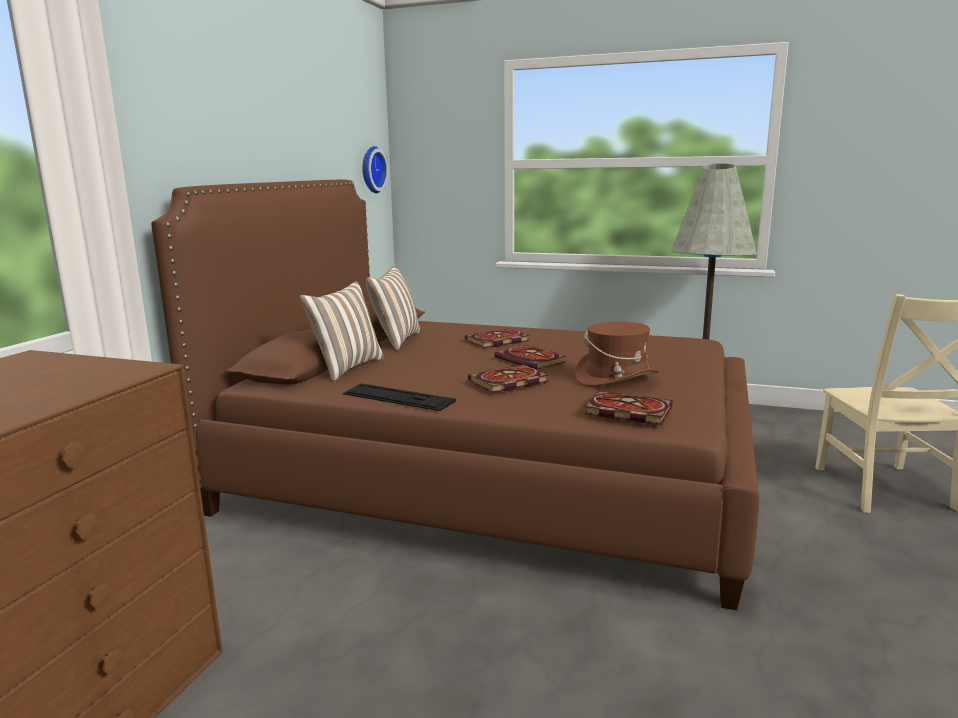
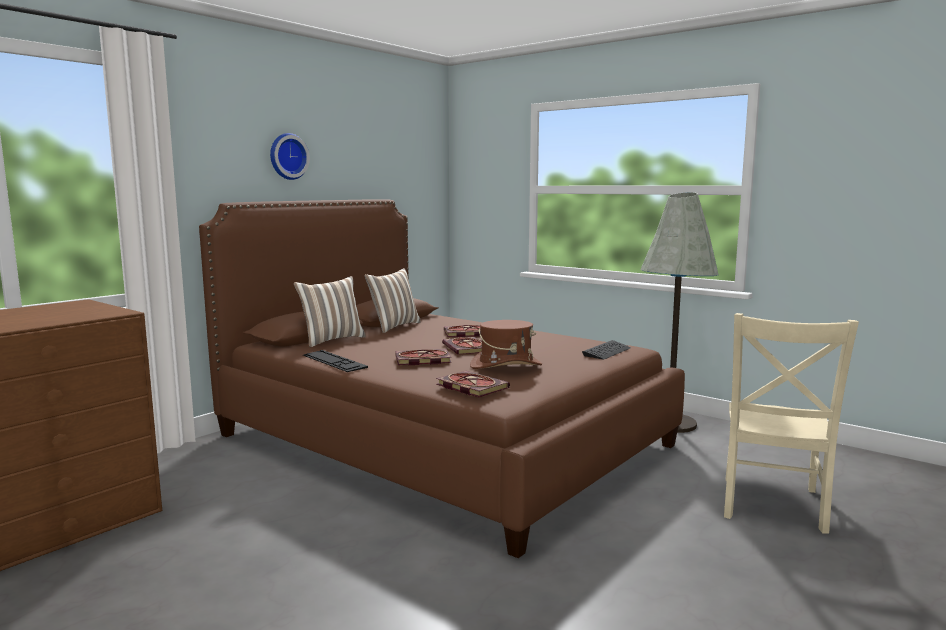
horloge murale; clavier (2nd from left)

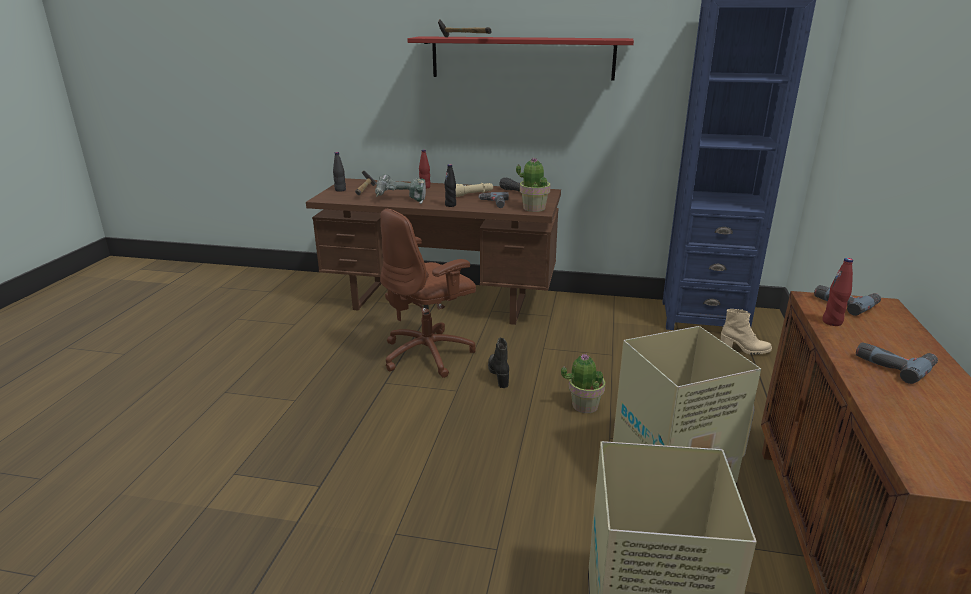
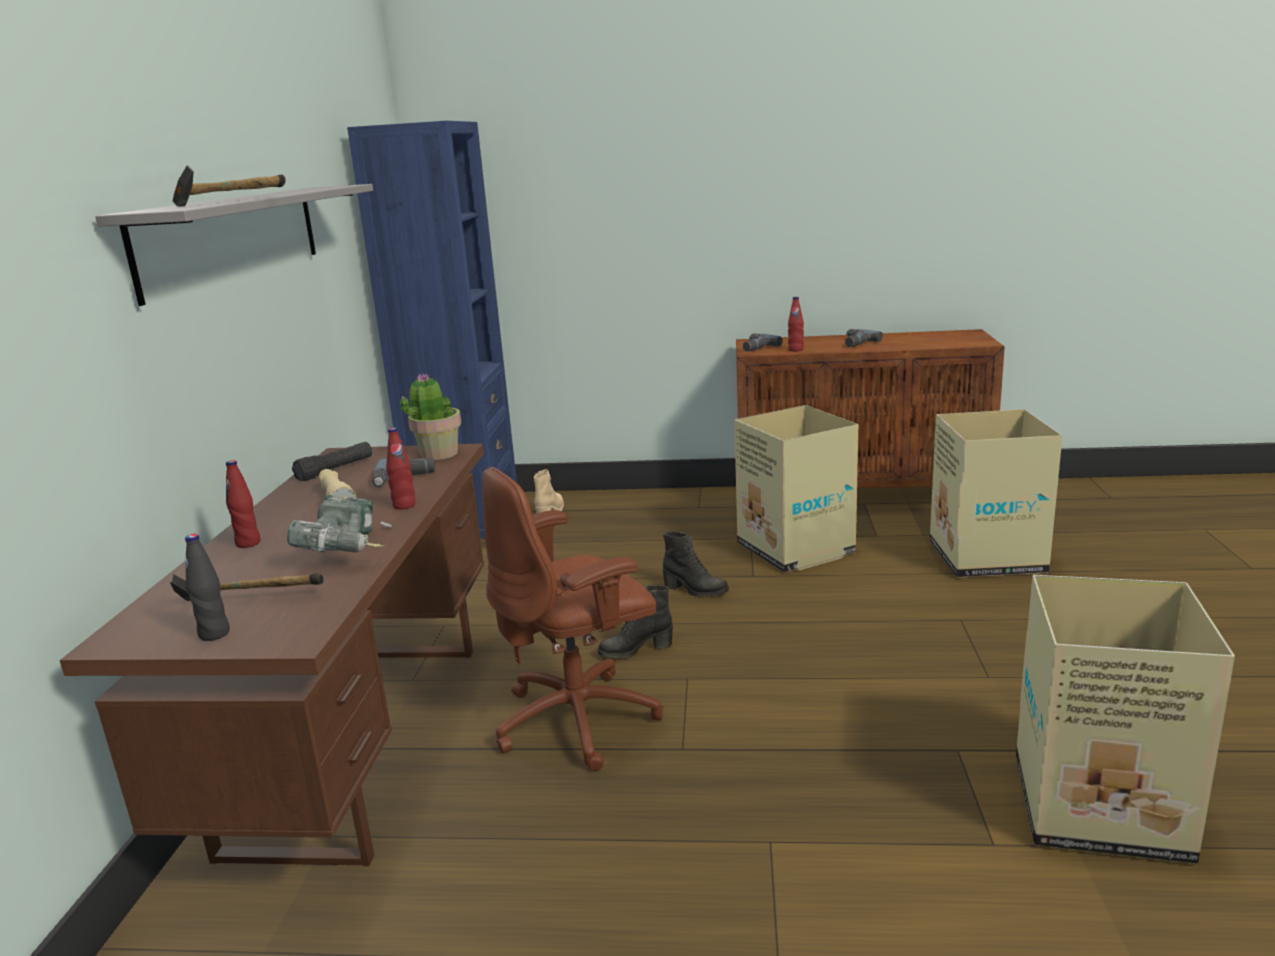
étagère [gris]; bouteille [rouge] (2nd from left); chaise de bureau [marron]; botte [noir] (2nd from left); carton (3rd from left)

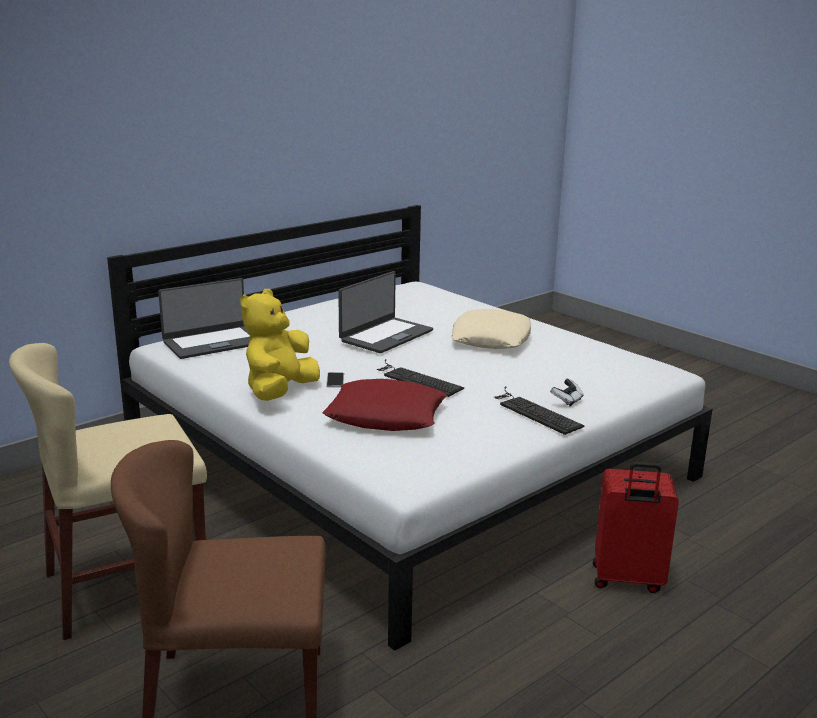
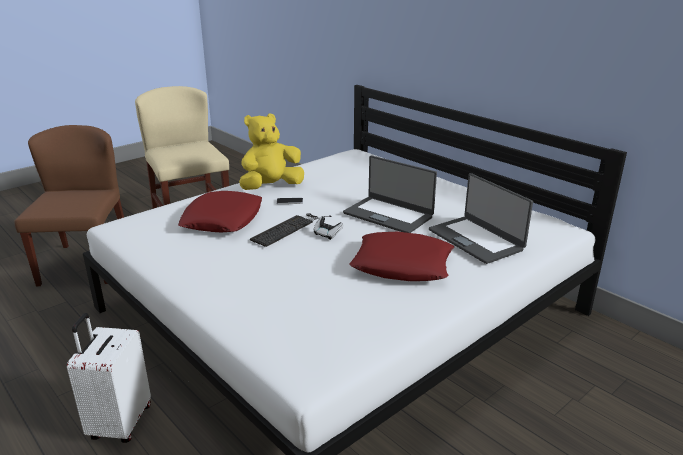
ordinateur portable (2nd from left); peluche [jaune]; coussin [rouge] (2nd from left); manette; clavier (2nd from left in the first image); valise [blanc]

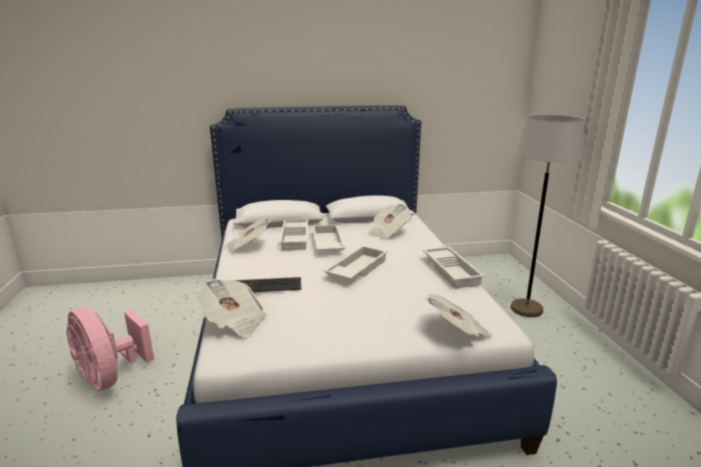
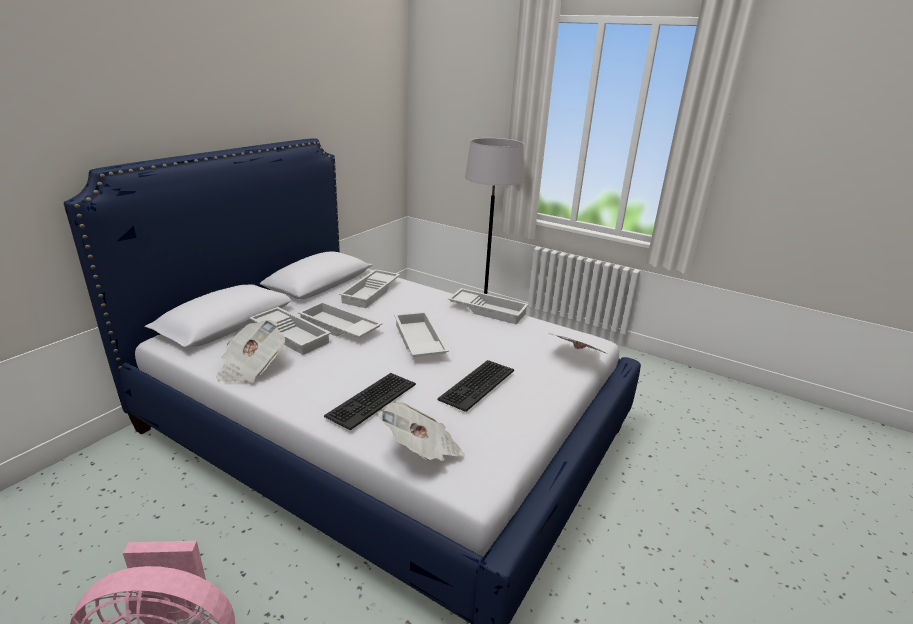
plateau [blanc] (3rd from left); clavier (2nd from left)

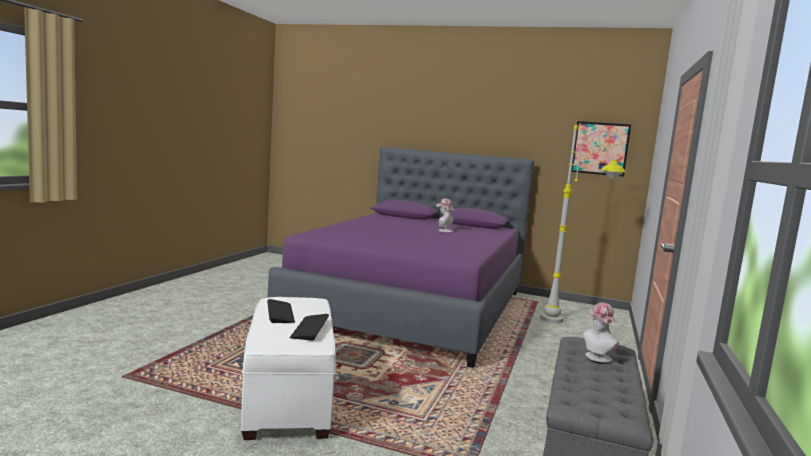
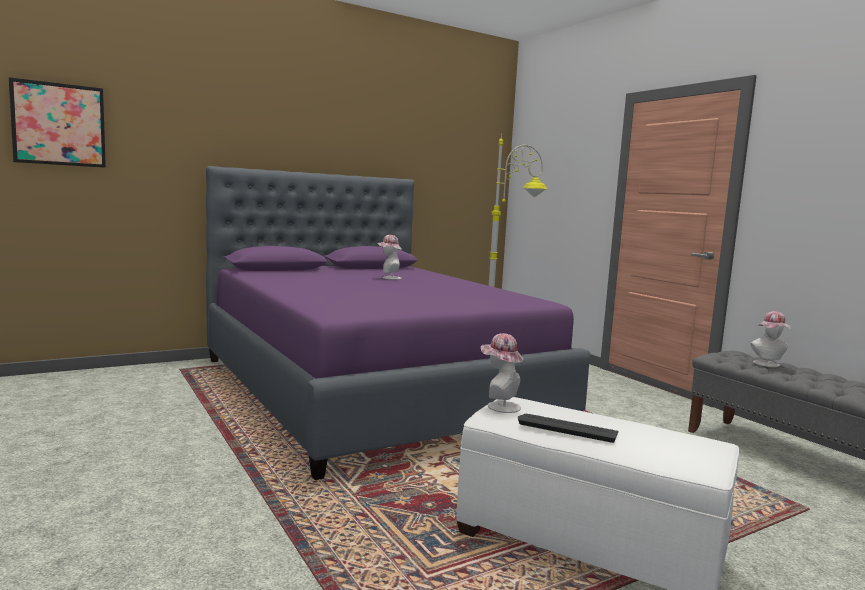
tableau; clavier (2nd from left in the first image); chapeau (2nd from left)

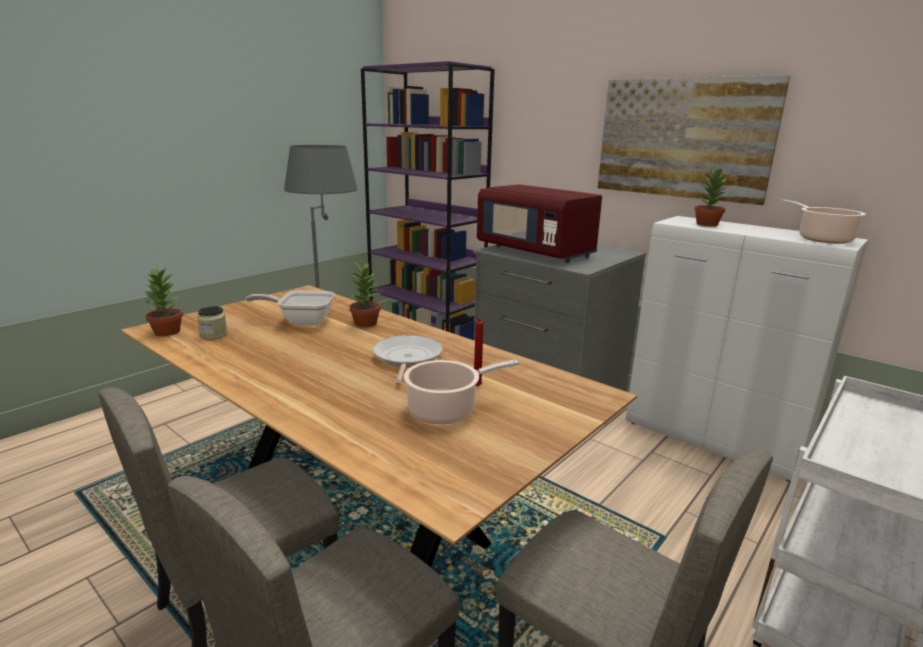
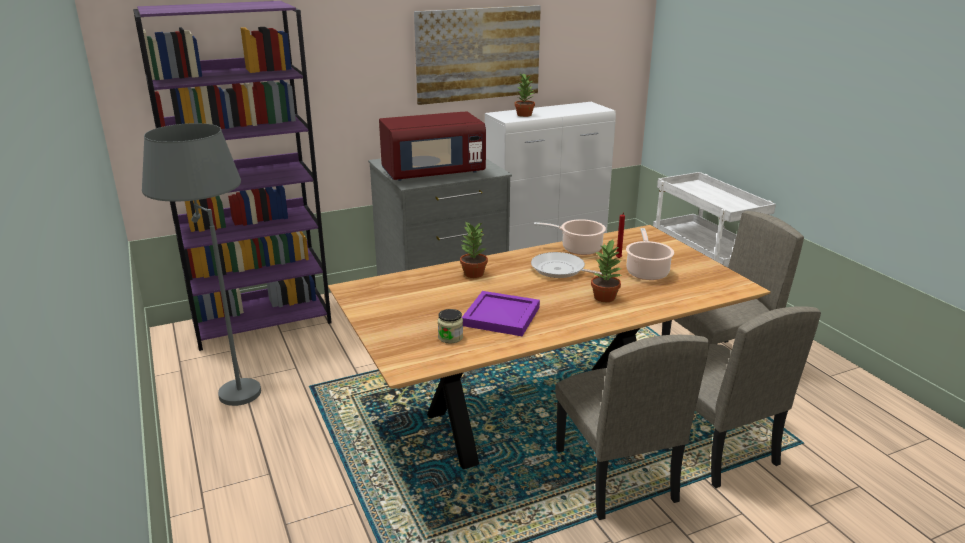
marmite (1st from left); plante en pot (3rd from left); poêle (1st from left in the first image); plateau [violet]

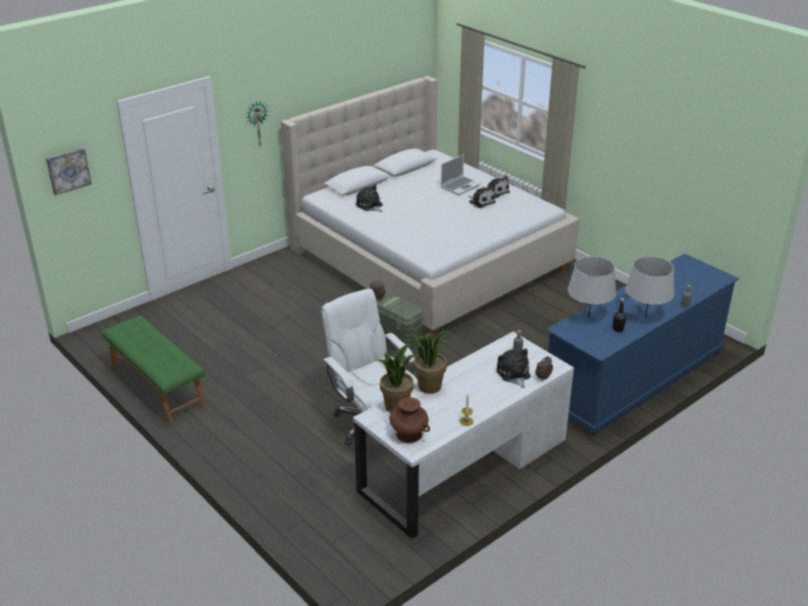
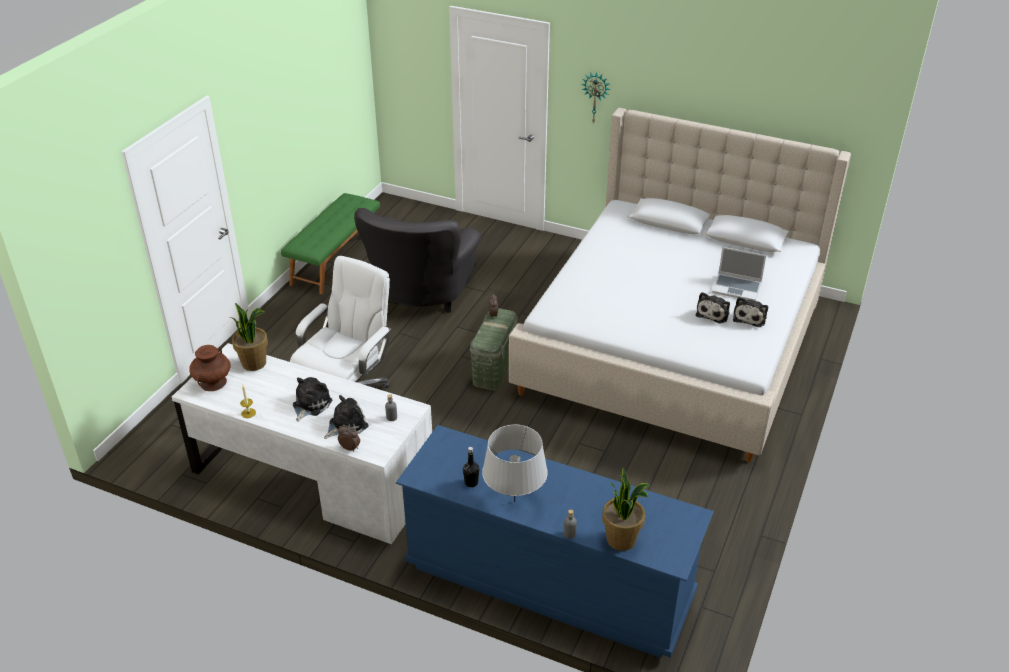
tableau; peluche (1st from left); lampe de table [gris] (1st from left in the first image); plante en pot (2nd from left); fauteuil [gris]

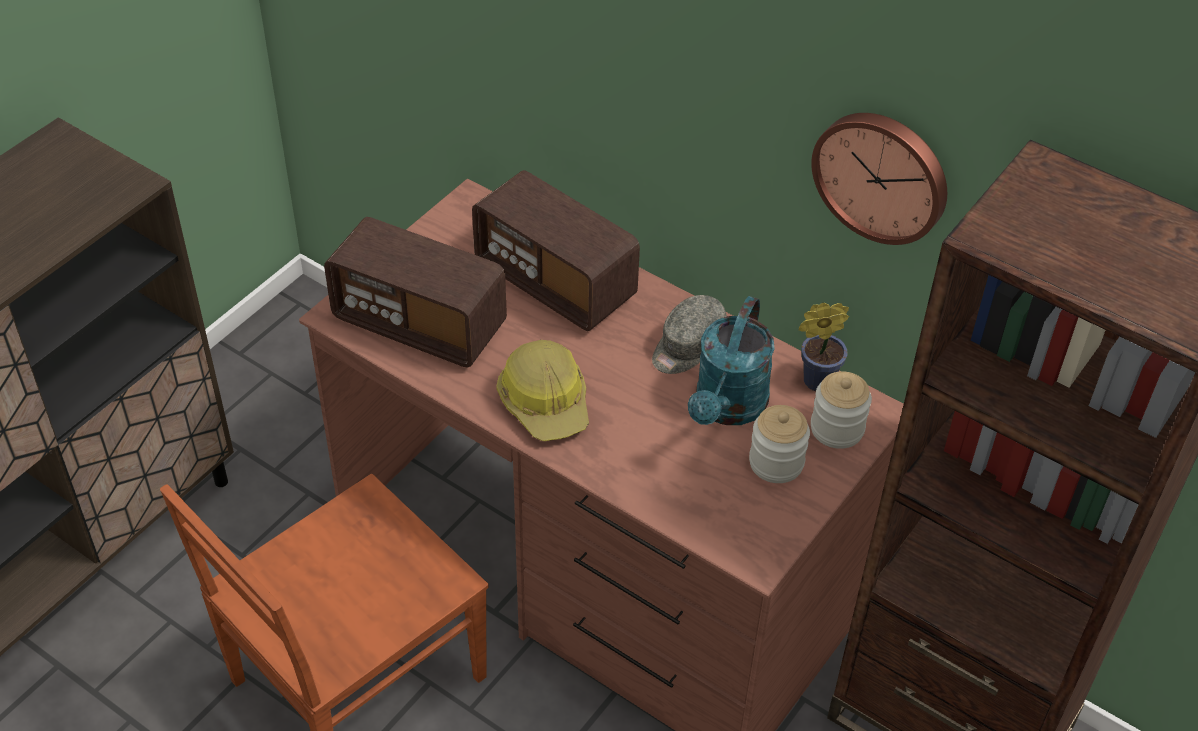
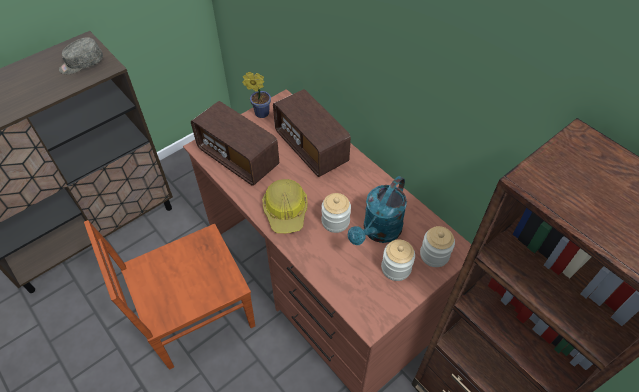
horloge murale; casquette [gris]; plante en pot; bocal (1st from left)

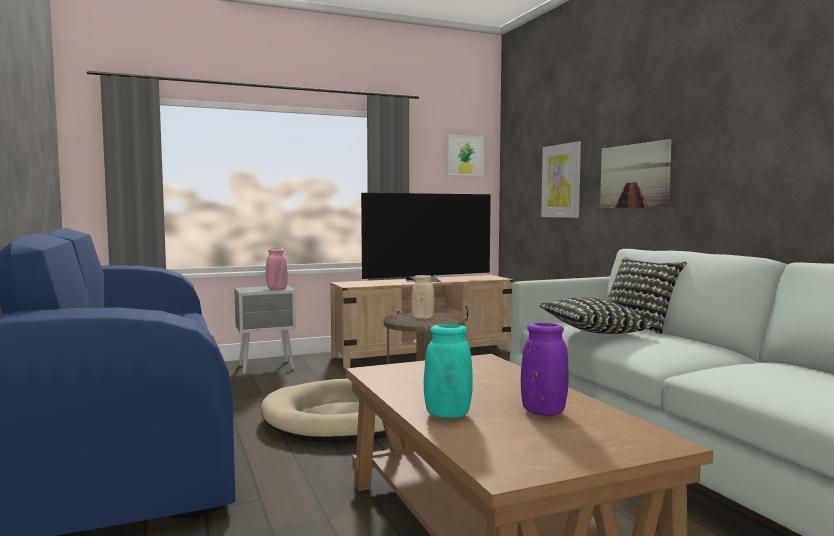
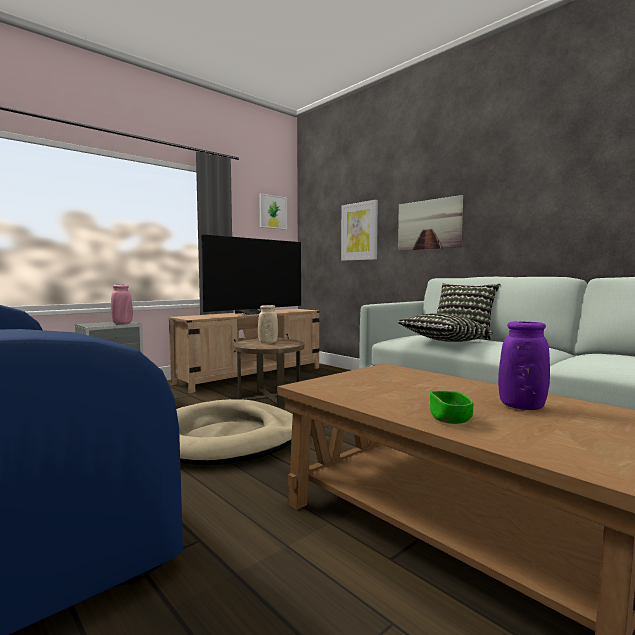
bol [vert]

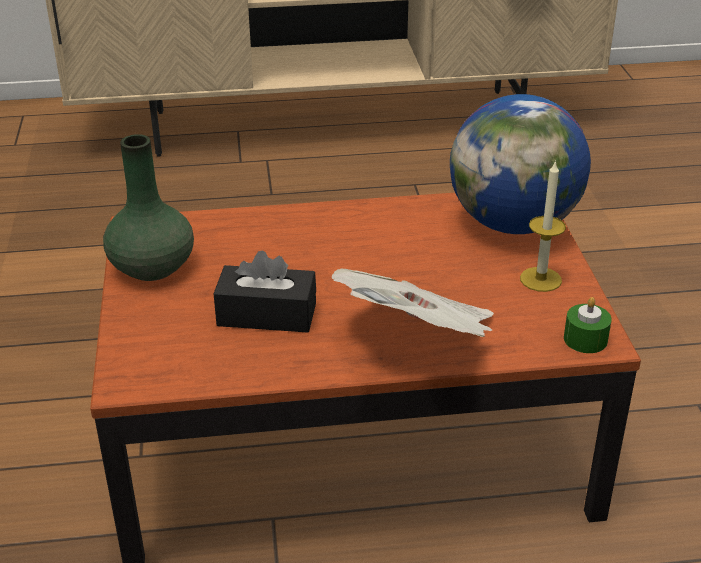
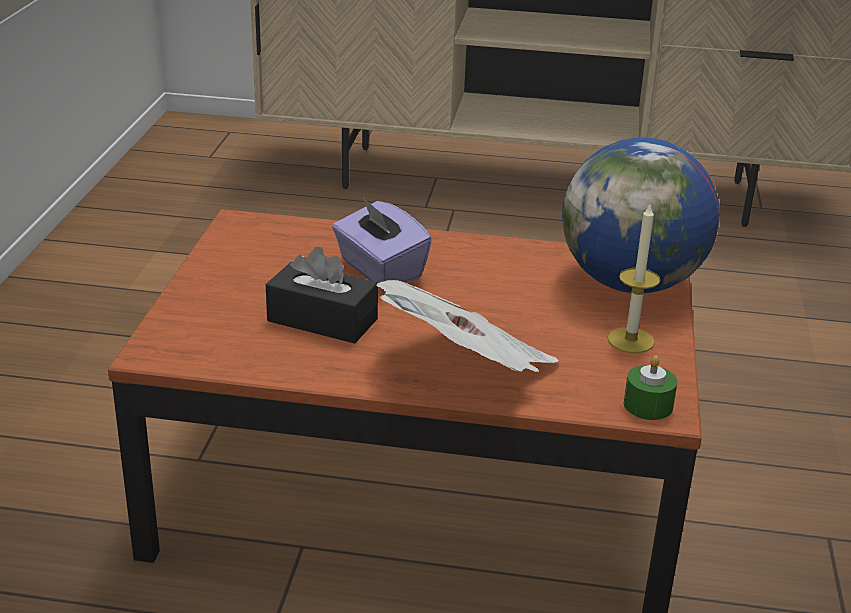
vase [vert]; boîte à mouchoirs [violet]

